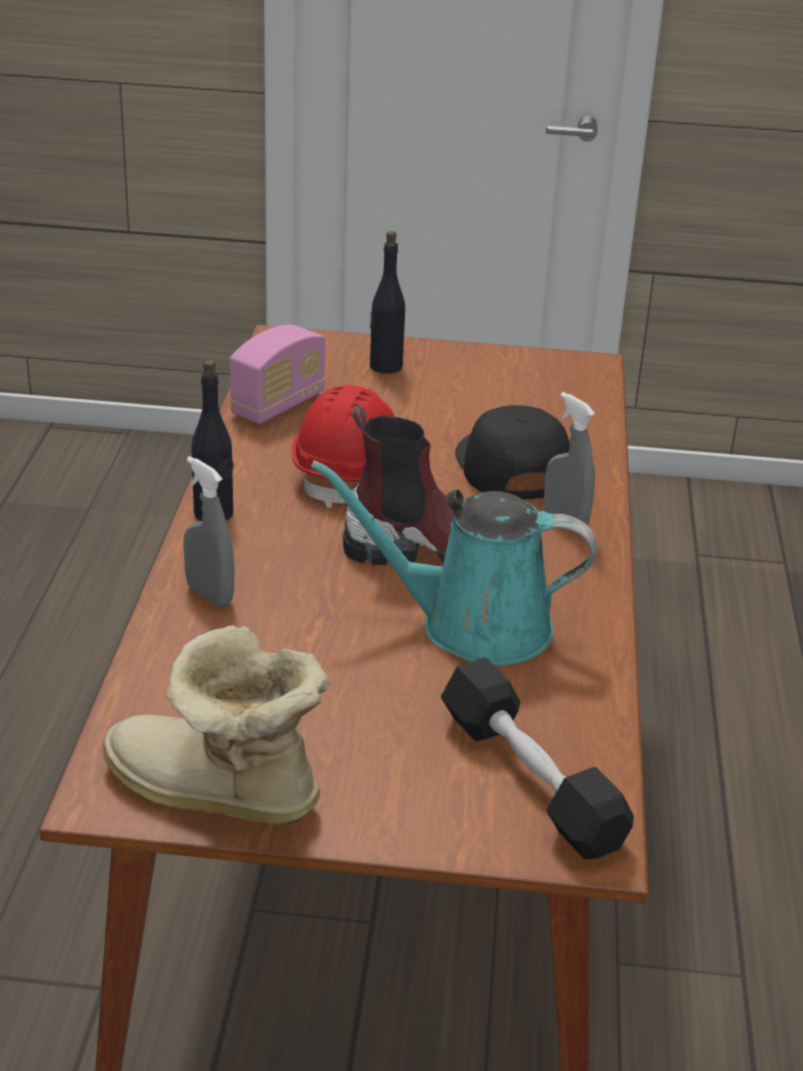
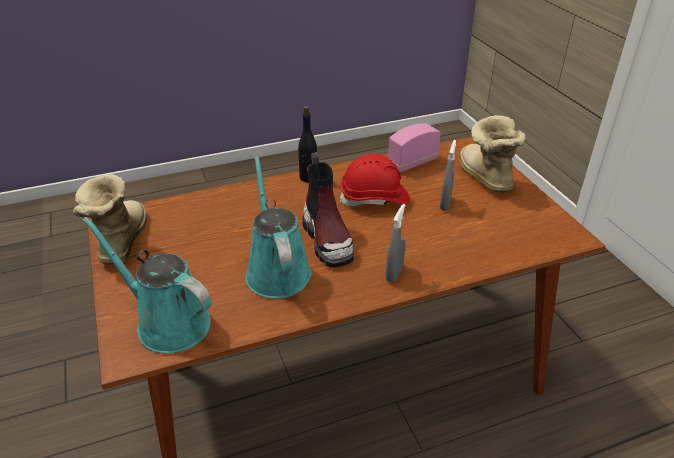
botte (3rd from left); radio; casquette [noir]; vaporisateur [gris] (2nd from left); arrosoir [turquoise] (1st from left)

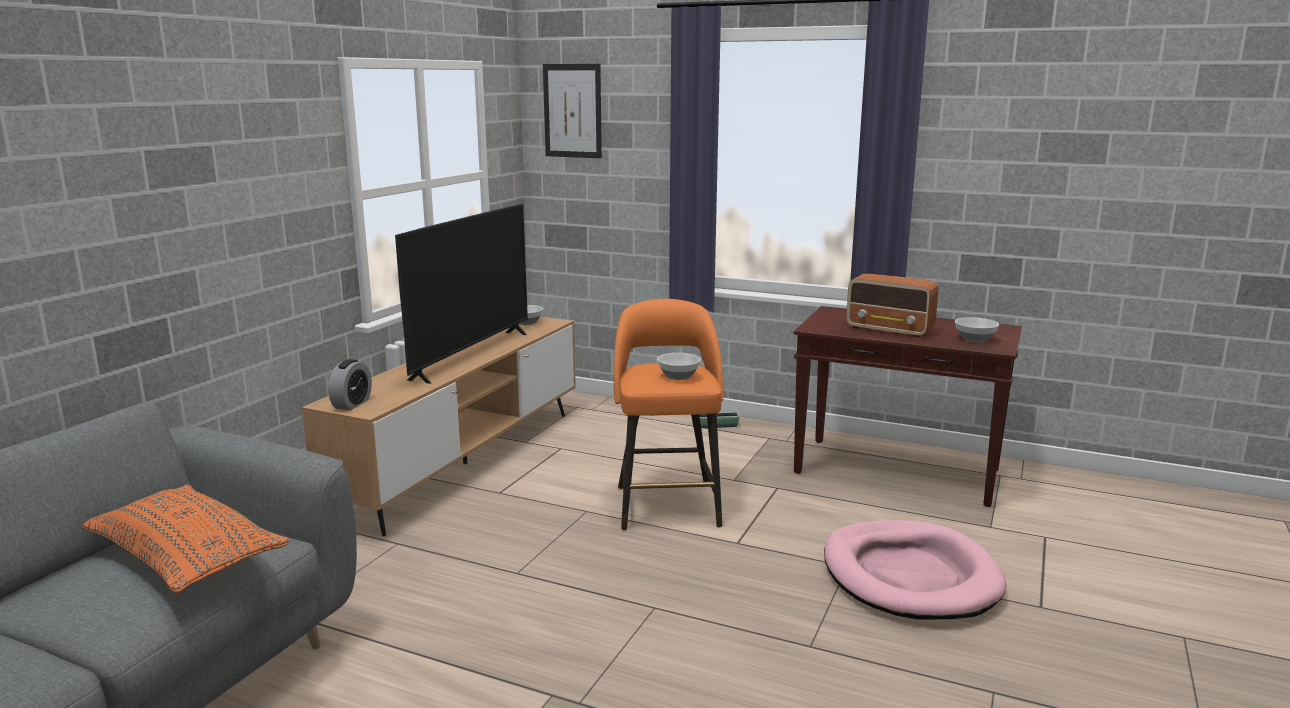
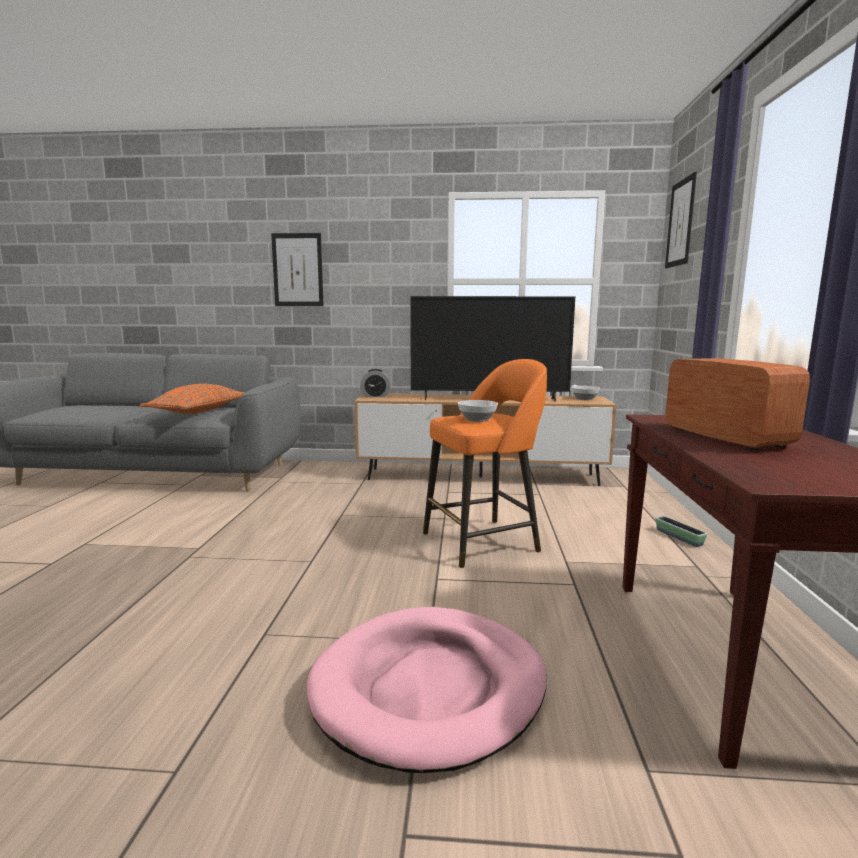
radio; bol (3rd from left in the first image); tableau (1st from left)

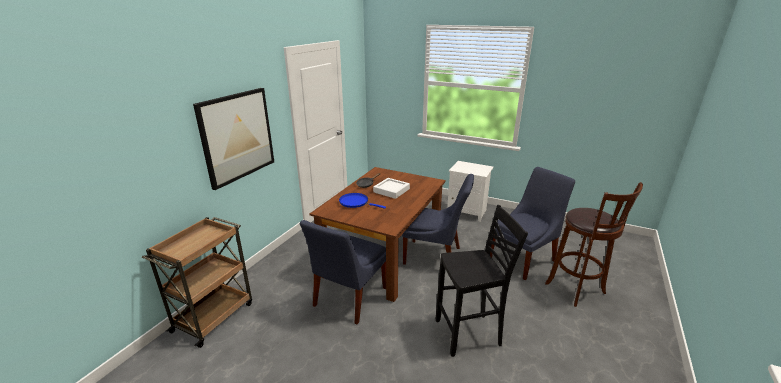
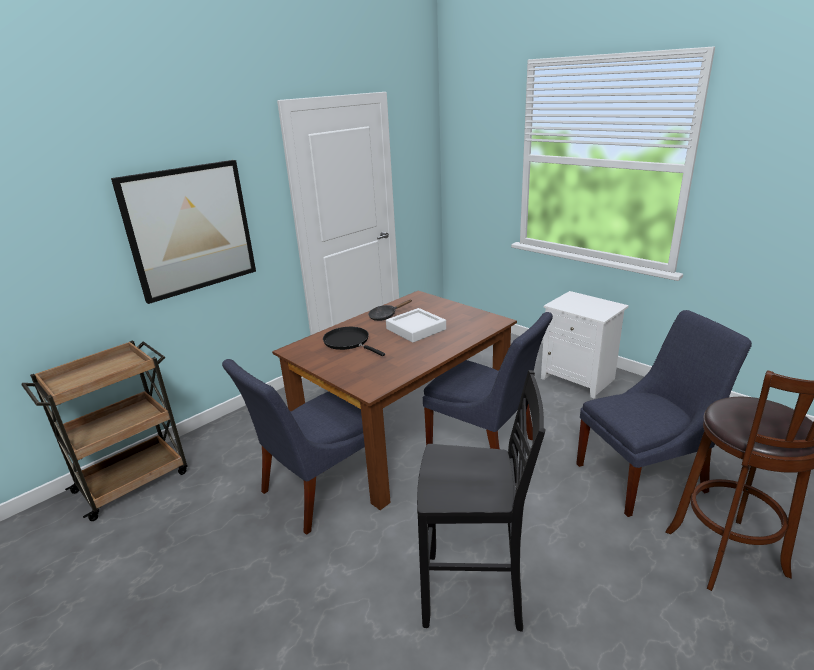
poêle [noir] (1st from left)

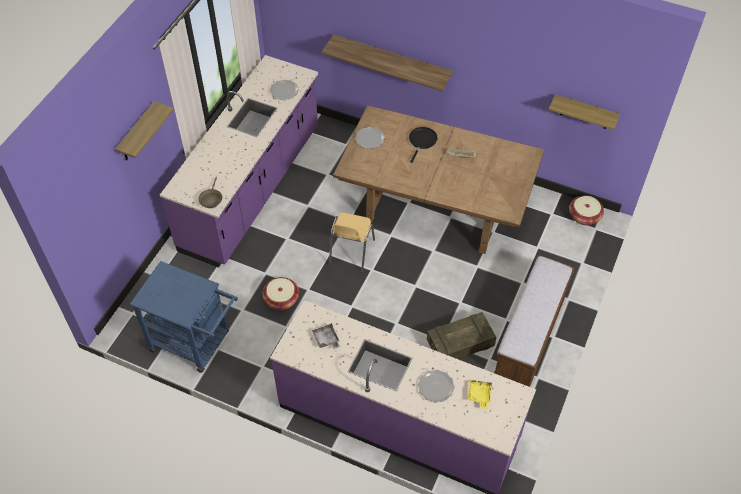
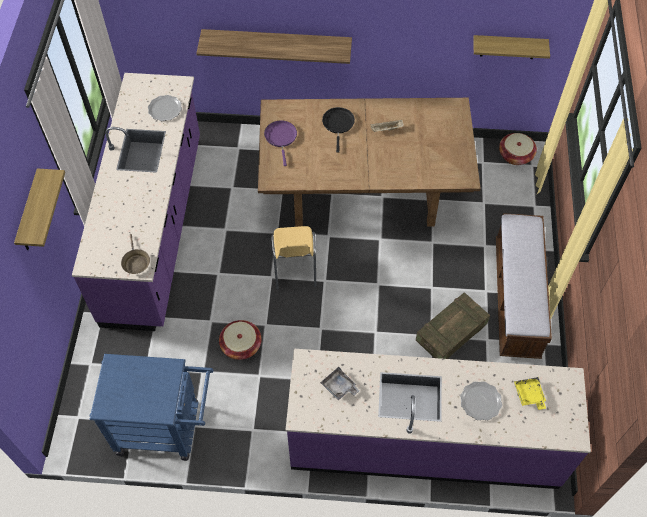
poêle [violet]

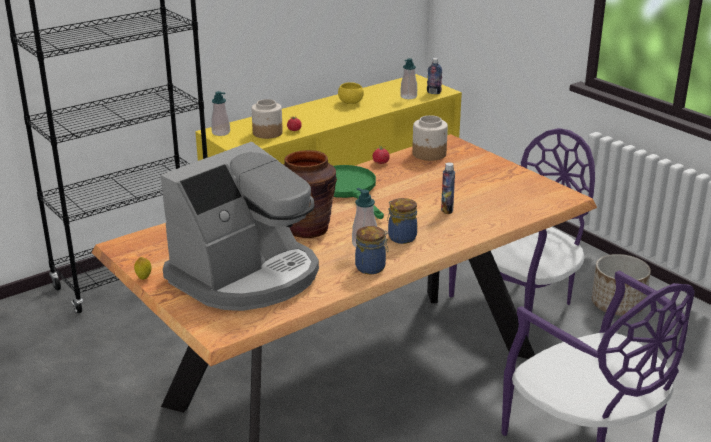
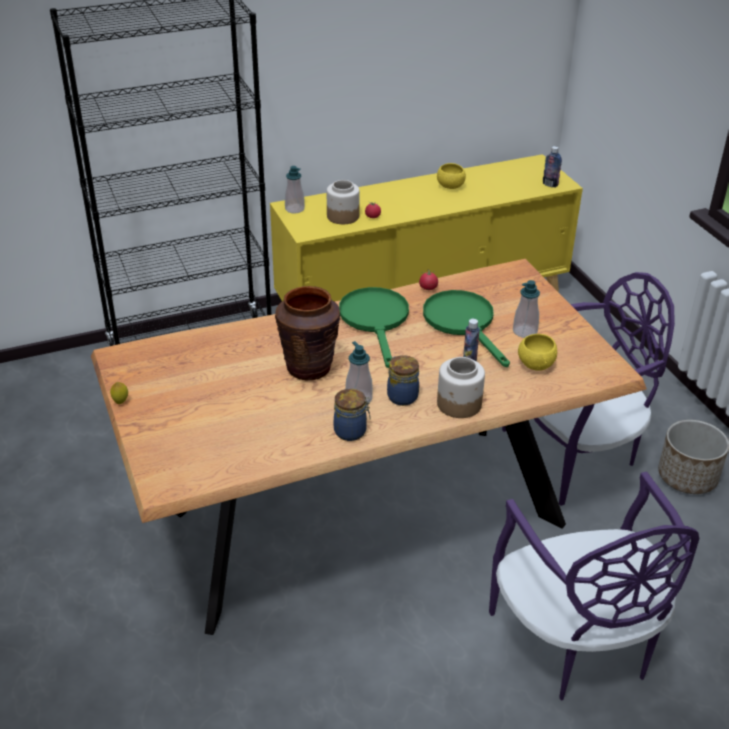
distributeur de savon (3rd from left); bocal (4th from left); machine à café; poêle [vert] (2nd from left); bol [jaune] (2nd from left)

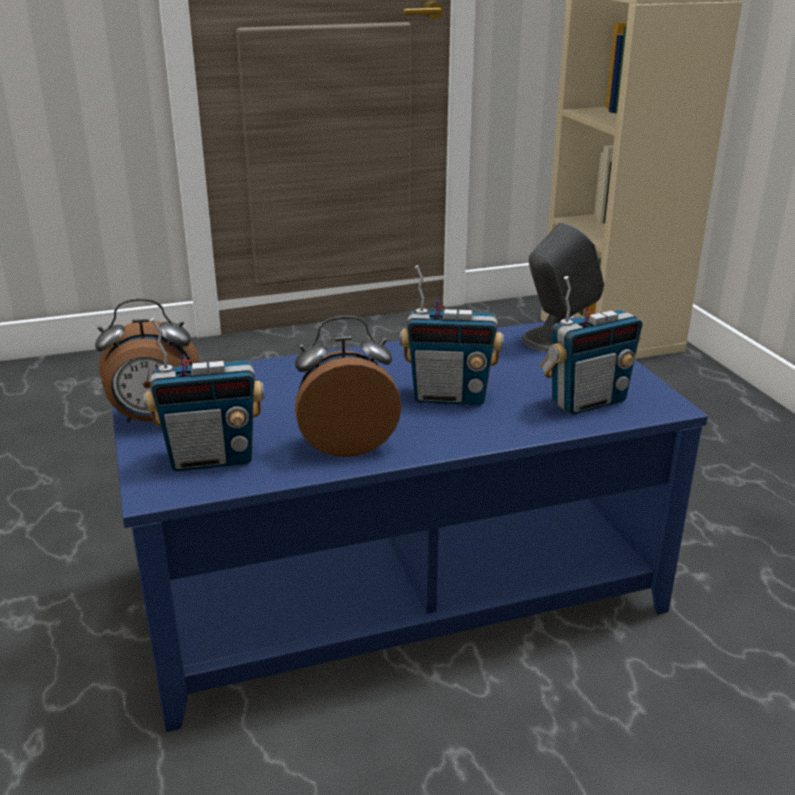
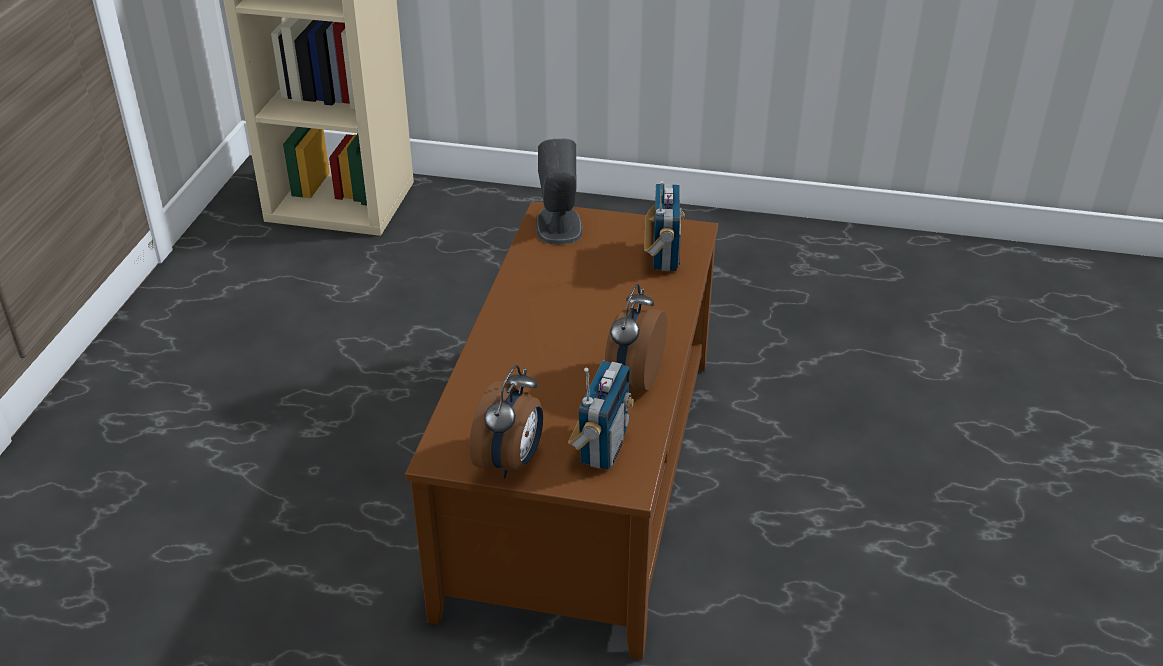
radio (2nd from left in the first image); table basse [marron]

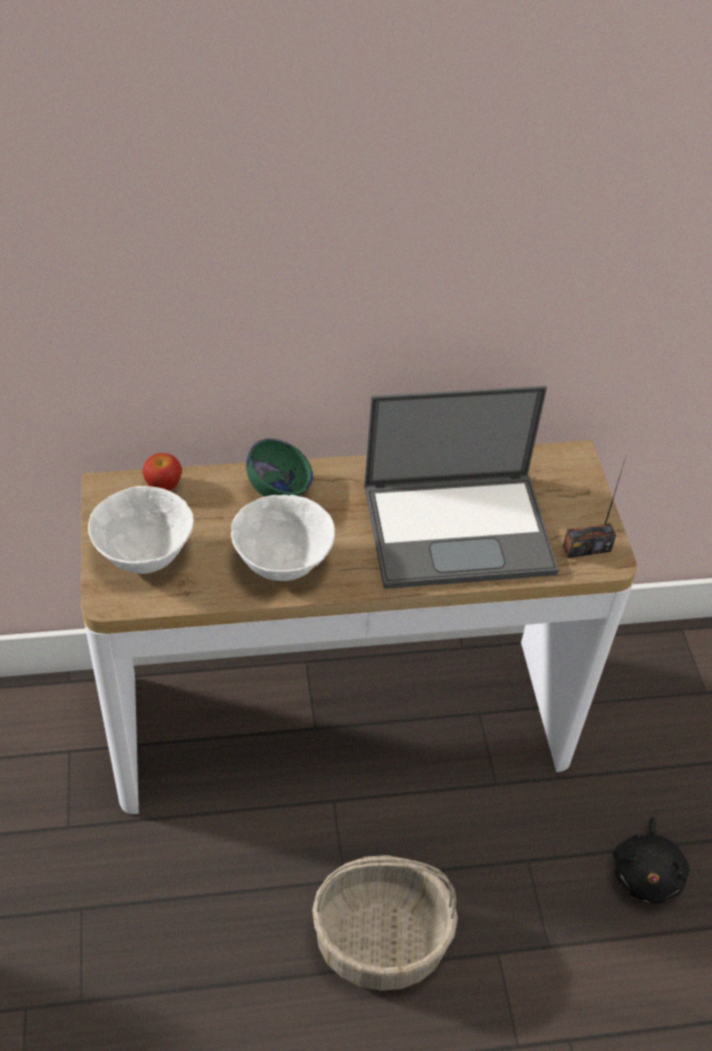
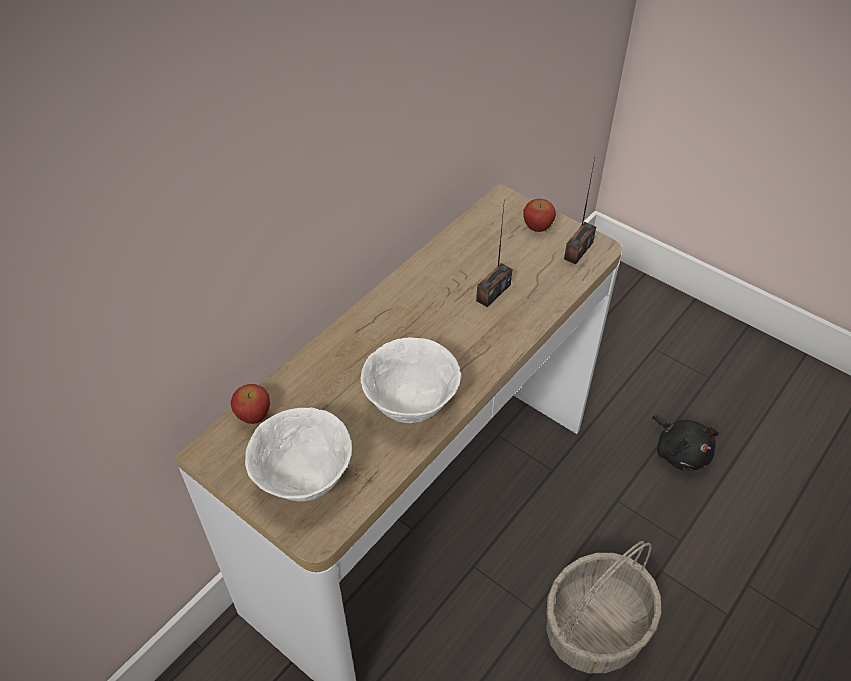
radio (1st from left); bol [vert]; pomme (2nd from left)

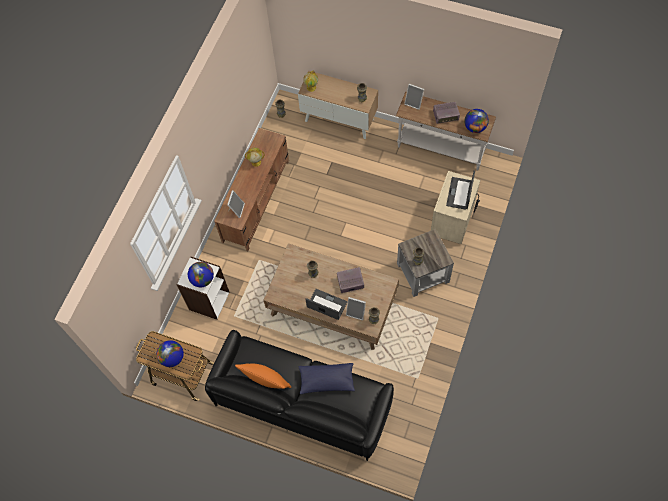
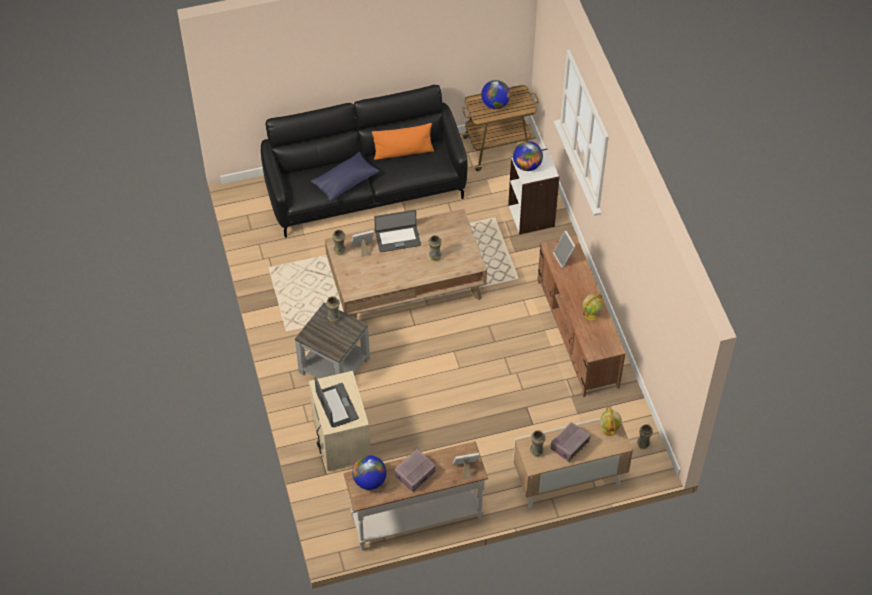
radio (2nd from left)

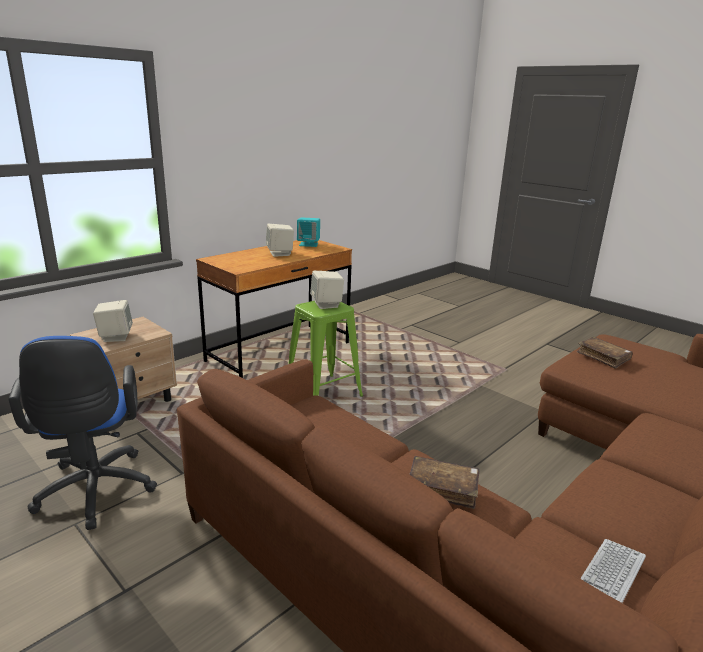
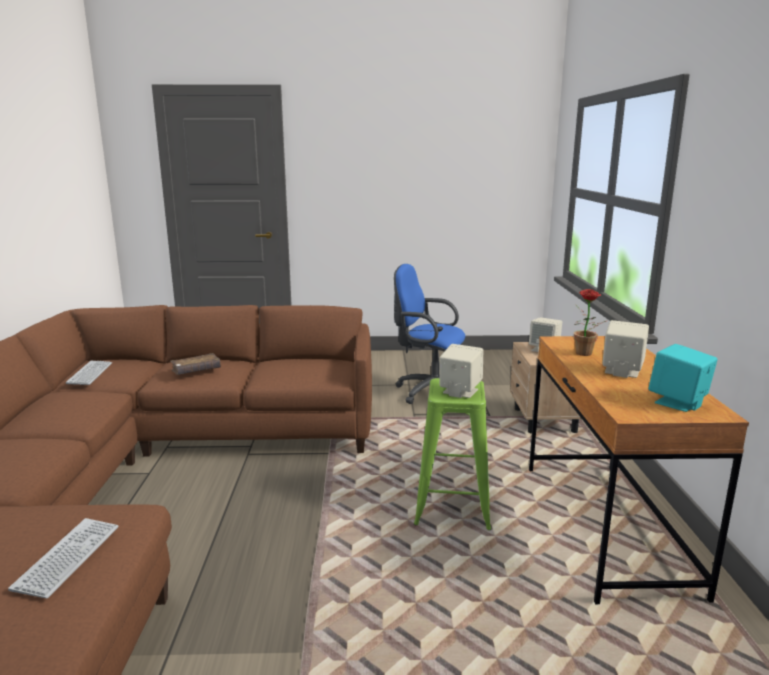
clavier (1st from left); plante en pot

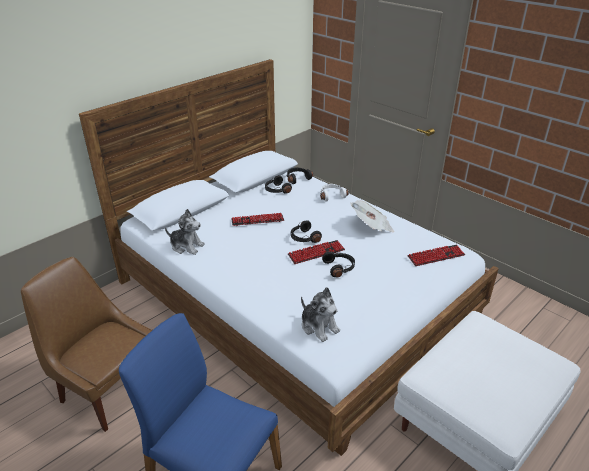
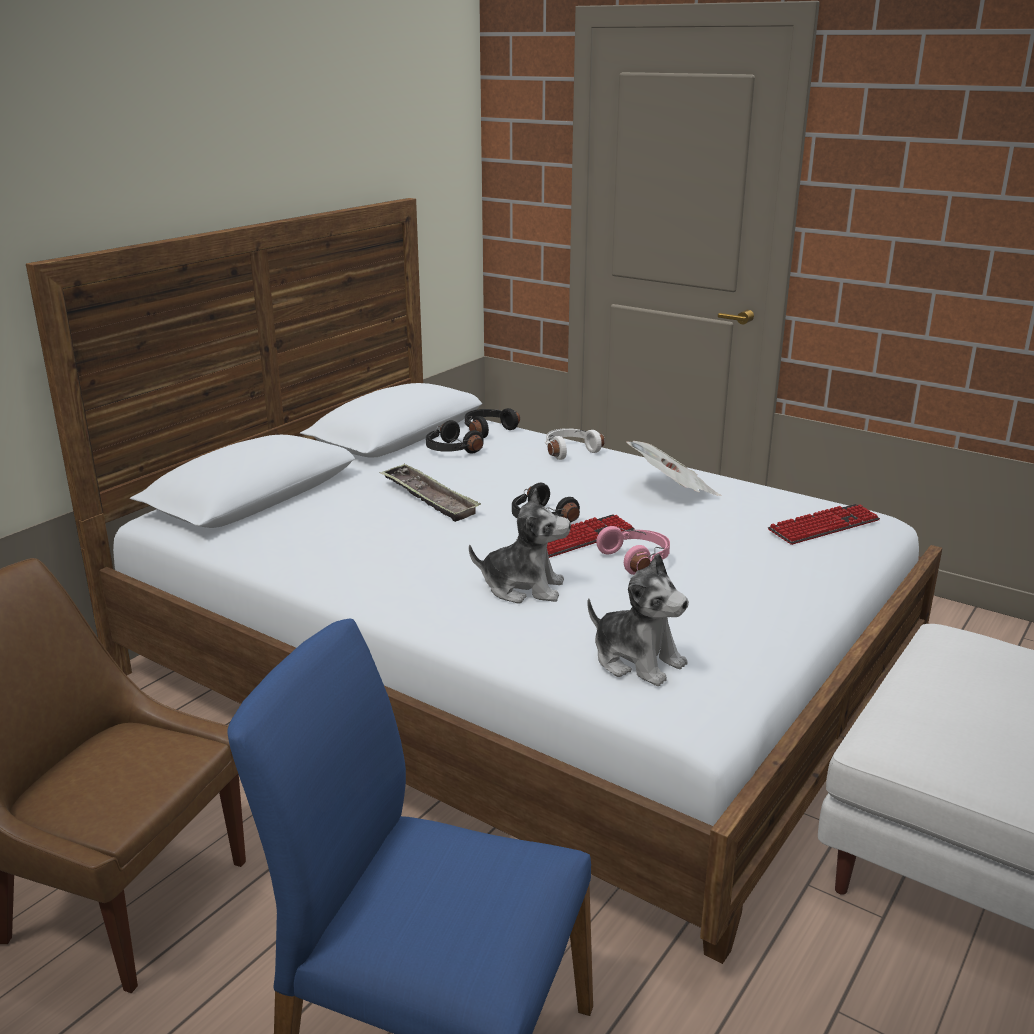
peluche (1st from left); plateau; casque audio [rose]

